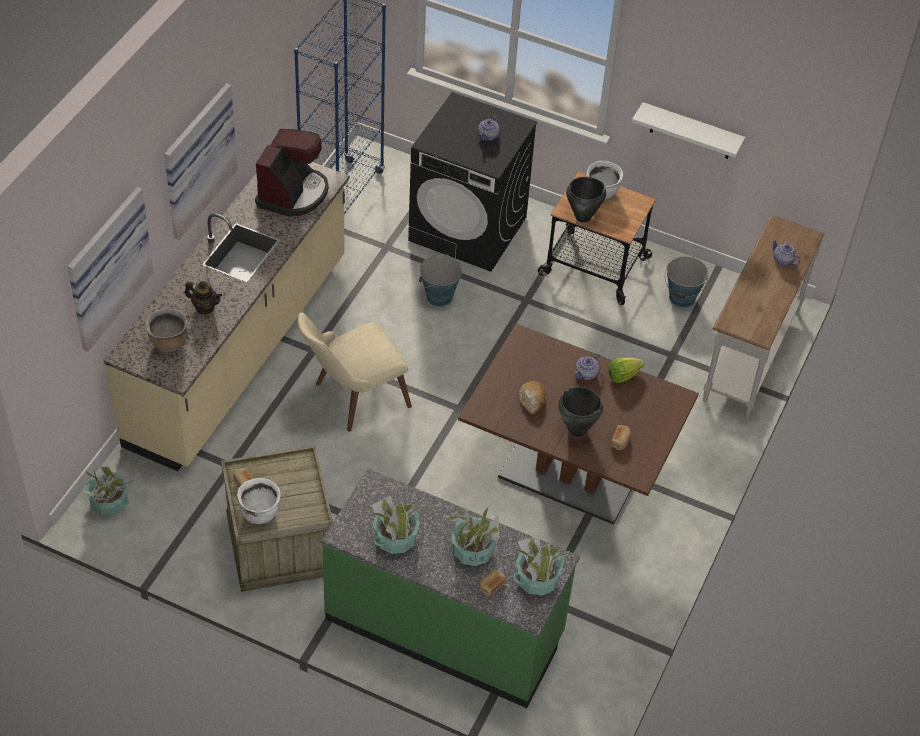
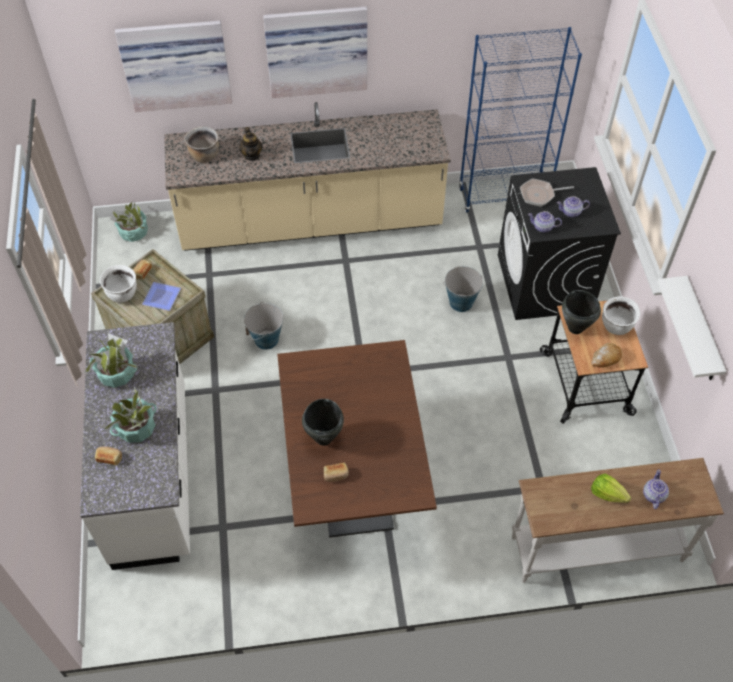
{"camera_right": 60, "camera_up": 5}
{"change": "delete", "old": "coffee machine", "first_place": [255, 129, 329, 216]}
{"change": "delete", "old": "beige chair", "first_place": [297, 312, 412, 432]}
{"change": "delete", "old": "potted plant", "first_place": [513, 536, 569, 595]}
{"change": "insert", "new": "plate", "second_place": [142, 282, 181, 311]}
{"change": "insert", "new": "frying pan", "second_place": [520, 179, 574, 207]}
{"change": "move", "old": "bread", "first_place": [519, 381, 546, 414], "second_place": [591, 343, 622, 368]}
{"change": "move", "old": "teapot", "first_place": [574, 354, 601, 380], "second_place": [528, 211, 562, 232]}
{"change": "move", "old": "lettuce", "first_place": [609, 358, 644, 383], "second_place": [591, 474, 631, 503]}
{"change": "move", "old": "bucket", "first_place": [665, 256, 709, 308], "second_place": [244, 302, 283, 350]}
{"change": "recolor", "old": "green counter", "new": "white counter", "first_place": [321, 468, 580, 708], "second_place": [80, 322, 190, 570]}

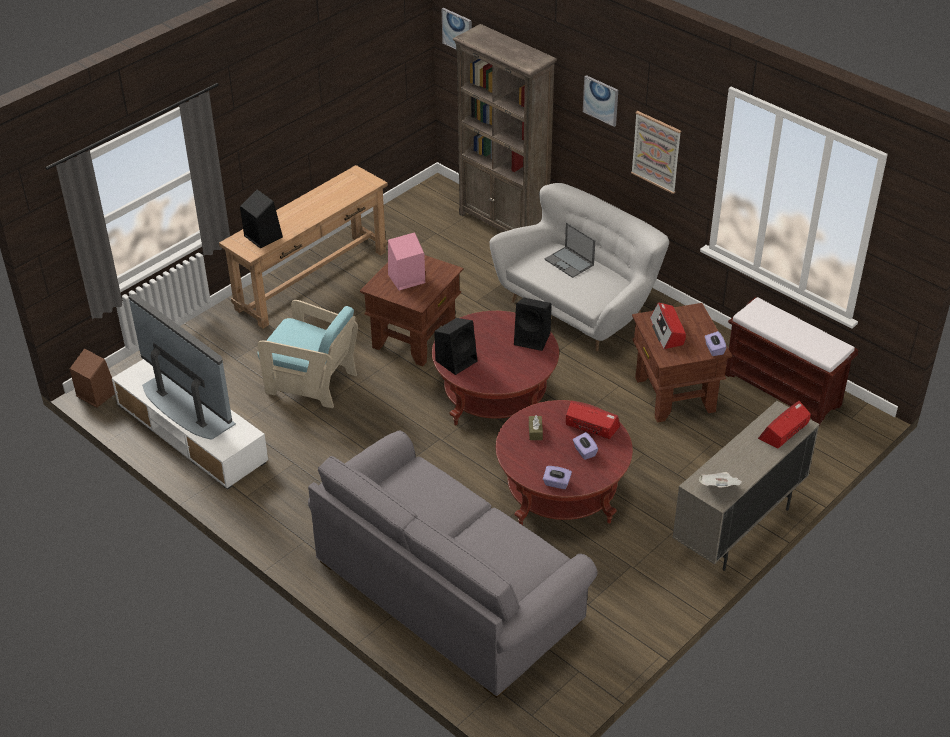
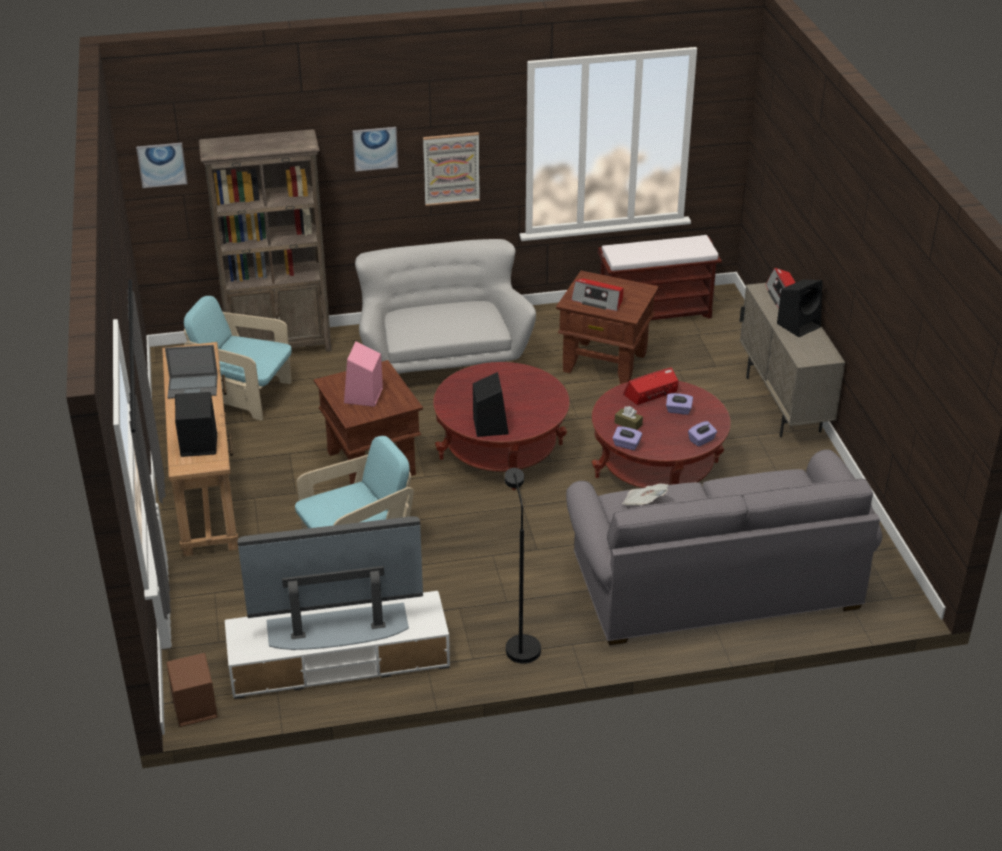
{"camera_right": -55, "camera_up": -5}
{"change": "insert", "new": "turquoise armchair", "second_place": [184, 296, 292, 421]}
{"change": "insert", "new": "black floor lamp", "second_place": [504, 468, 541, 664]}
{"change": "move", "old": "black speaker", "first_place": [514, 298, 552, 351], "second_place": [777, 280, 823, 337]}
{"change": "move", "old": "laptop", "first_place": [544, 223, 595, 278], "second_place": [165, 345, 218, 399]}
{"change": "move", "old": "newspaper", "first_place": [699, 472, 743, 488], "second_place": [622, 484, 669, 505]}
{"change": "move", "old": "purple tissue box", "first_place": [705, 331, 727, 356], "second_place": [613, 426, 642, 450]}

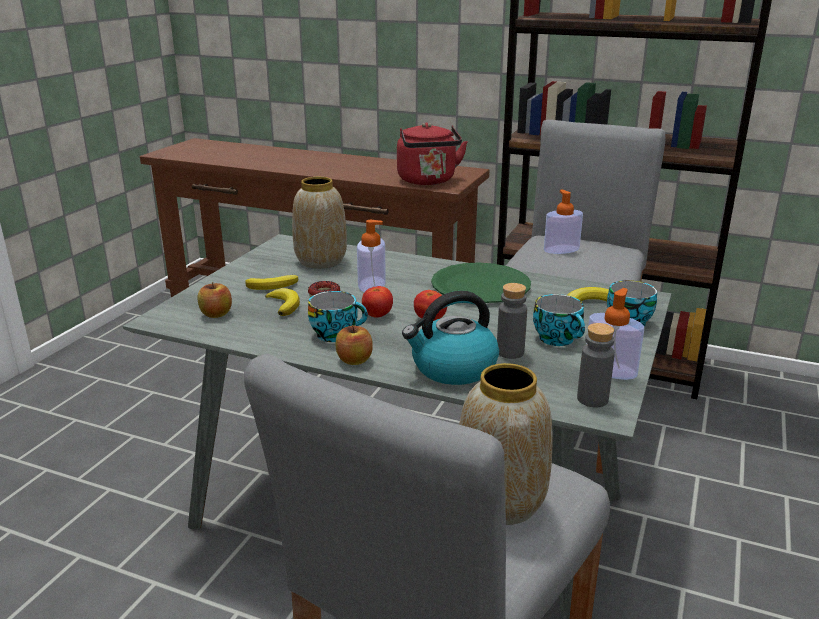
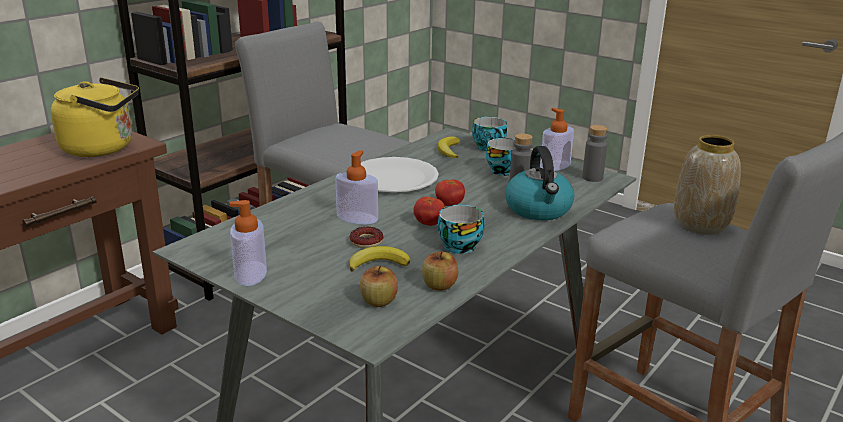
{"camera_right": -75, "camera_up": 0}
{"change": "delete", "old": "banana", "first_place": [245, 275, 299, 290]}
{"change": "delete", "old": "vase", "first_place": [292, 177, 347, 269]}
{"change": "move", "old": "apple", "first_place": [336, 325, 373, 365], "second_place": [422, 252, 458, 291]}
{"change": "move", "old": "soap dispenser", "first_place": [544, 190, 583, 254], "second_place": [229, 200, 267, 286]}
{"change": "recolor", "old": "red kettle", "new": "yellow kettle", "first_place": [397, 122, 468, 185], "second_place": [51, 77, 139, 157]}
{"change": "recolor", "old": "green plate", "new": "white plate", "first_place": [431, 262, 531, 303], "second_place": [361, 157, 439, 192]}

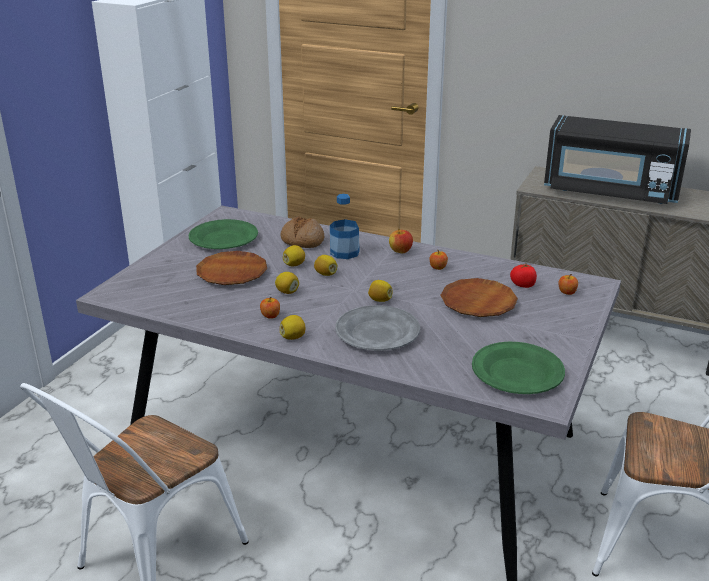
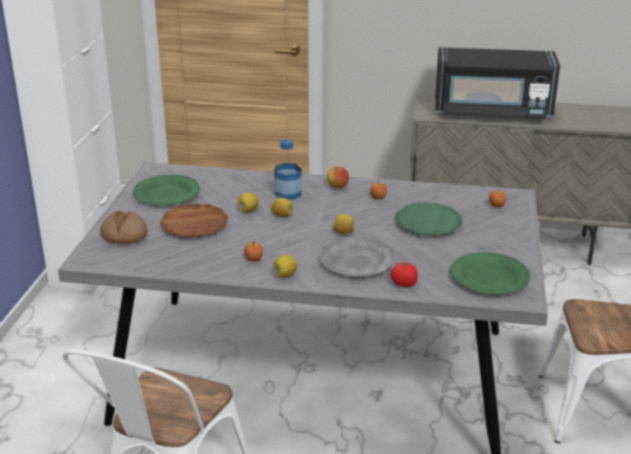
{"camera_right": -15, "camera_up": 0}
{"change": "delete", "old": "lemon", "first_place": [275, 272, 299, 294]}
{"change": "move", "old": "bread", "first_place": [280, 216, 324, 248], "second_place": [100, 211, 148, 244]}
{"change": "move", "old": "tomato", "first_place": [510, 263, 537, 288], "second_place": [390, 262, 418, 287]}
{"change": "recolor", "old": "brown plate", "new": "green plate", "first_place": [440, 278, 518, 317], "second_place": [396, 202, 462, 236]}

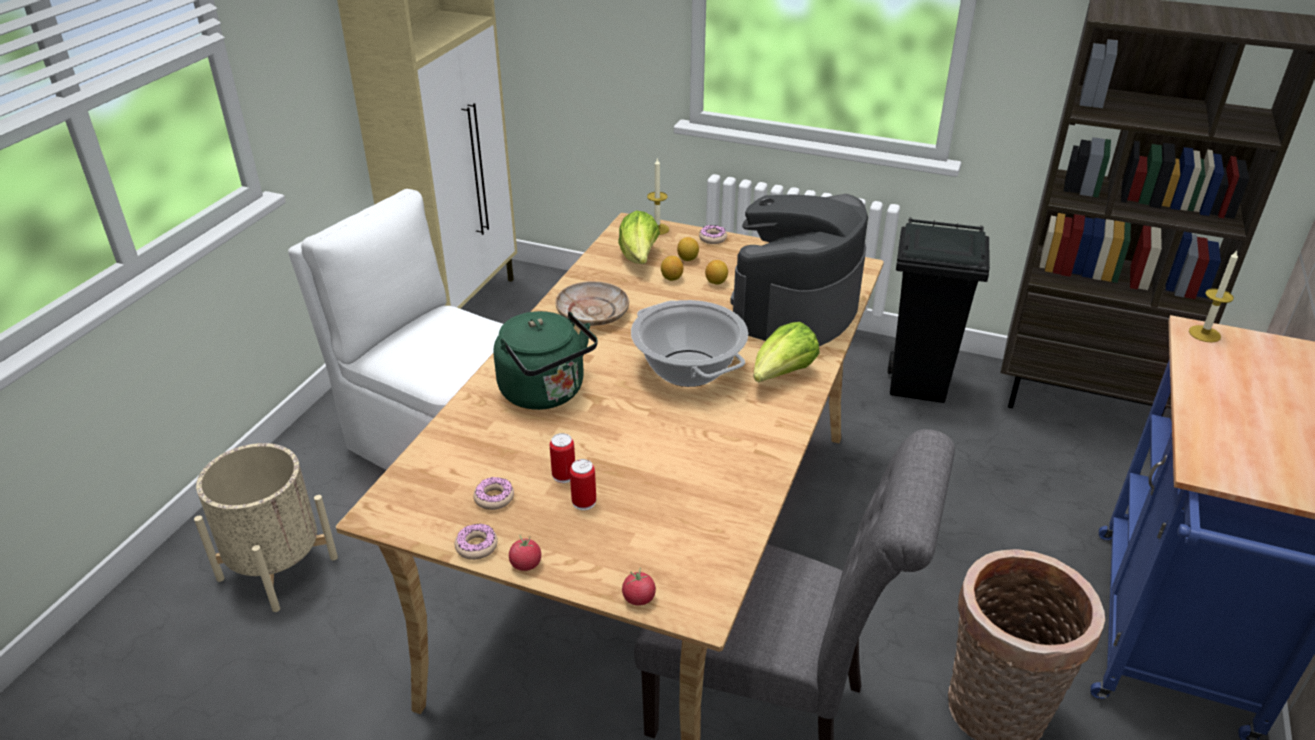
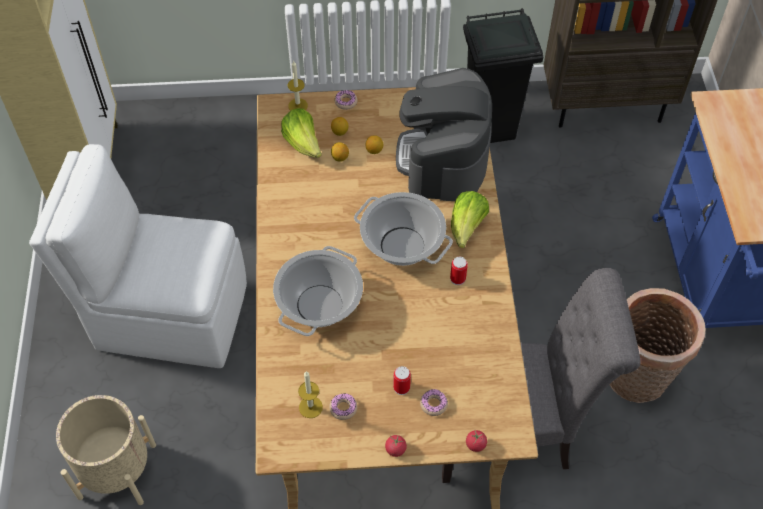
{"camera_right": -25, "camera_up": 20}
{"change": "delete", "old": "beige plate", "first_place": [555, 281, 629, 326]}
{"change": "move", "old": "donut", "first_place": [455, 524, 498, 560], "second_place": [420, 389, 448, 416]}
{"change": "move", "old": "can", "first_place": [550, 433, 575, 483], "second_place": [450, 257, 468, 285]}
{"change": "move", "old": "candle", "first_place": [1189, 251, 1238, 342], "second_place": [298, 371, 323, 418]}
{"change": "replace", "old": "green kettle", "new": "cooking pot", "first_place": [494, 311, 598, 410], "second_place": [273, 246, 363, 336]}

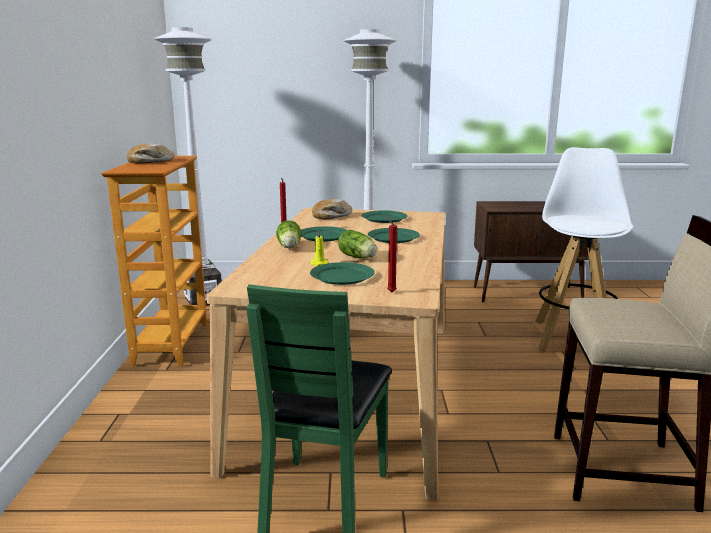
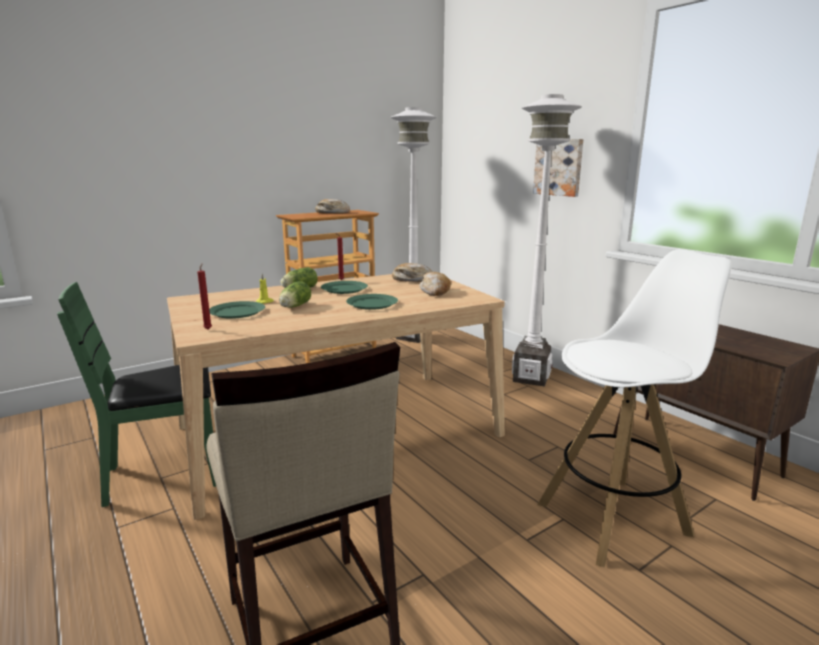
{"camera_right": 55, "camera_up": 0}
{"change": "insert", "new": "picture", "second_place": [533, 139, 583, 197]}
{"change": "replace", "old": "green plate", "new": "bread", "first_place": [361, 210, 408, 223], "second_place": [419, 272, 451, 296]}

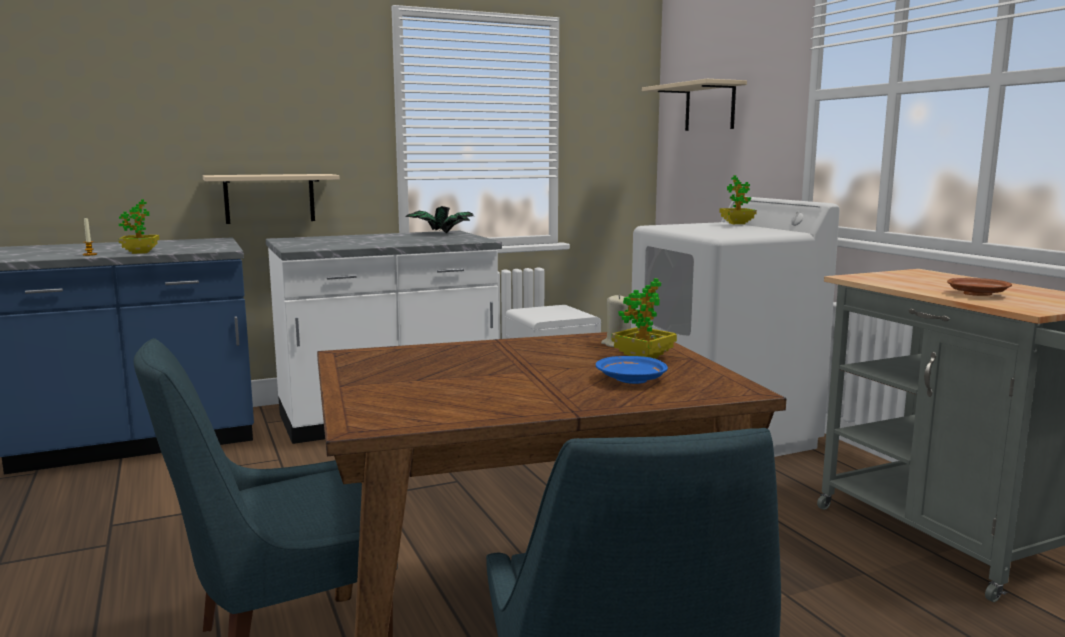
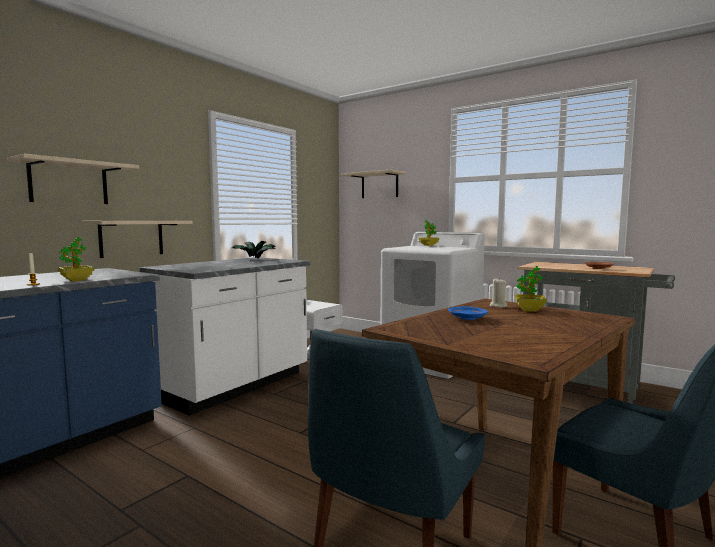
{"camera_right": -30, "camera_up": -5}
{"change": "insert", "new": "beige shelf", "second_place": [7, 154, 139, 204]}
{"change": "move", "old": "blue plate", "first_place": [596, 356, 668, 384], "second_place": [448, 306, 488, 320]}

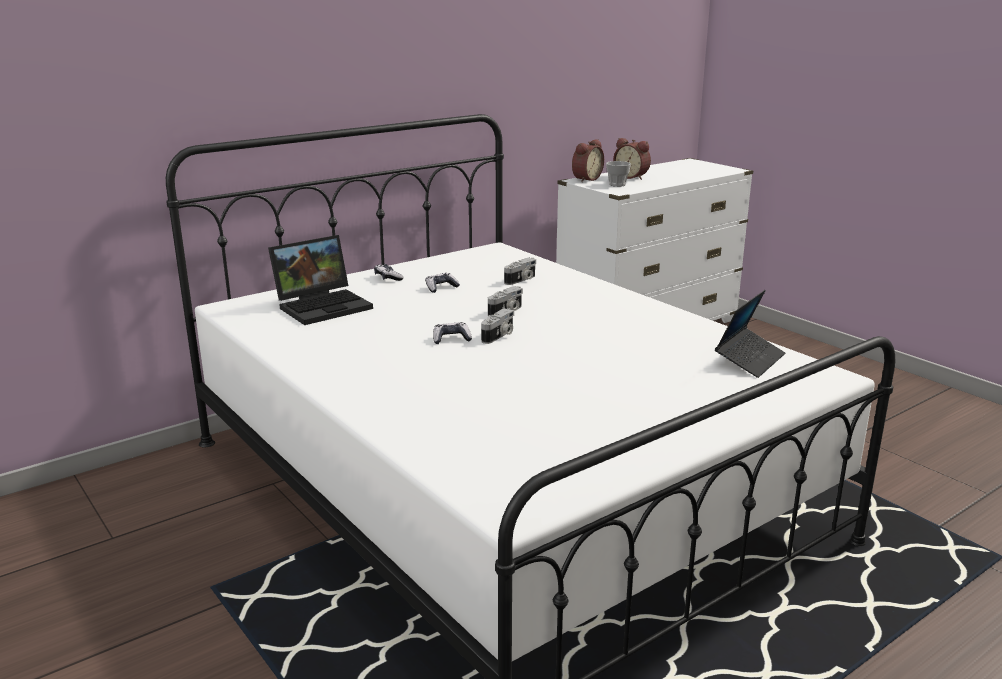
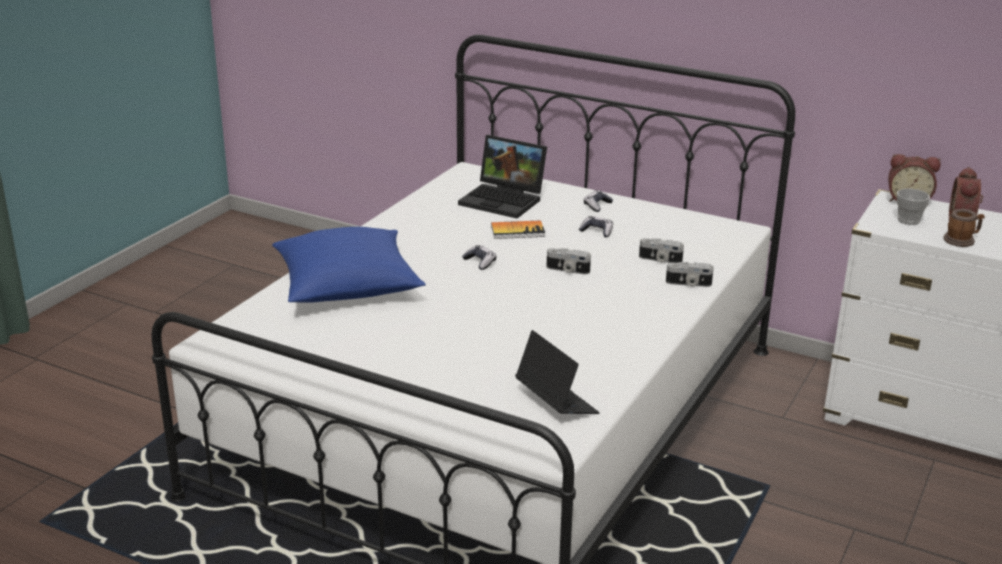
{"camera_right": 65, "camera_up": 5}
{"change": "insert", "new": "blue pillow", "second_place": [272, 227, 426, 303]}
{"change": "insert", "new": "book", "second_place": [491, 220, 545, 239]}
{"change": "insert", "new": "mug", "second_place": [943, 209, 985, 247]}
{"change": "move", "old": "photo camera", "first_place": [481, 308, 514, 344], "second_place": [666, 262, 714, 287]}
{"change": "rotate", "old": "laptop", "first_place": [715, 290, 785, 378], "second_place": [515, 330, 600, 414], "degrees": -135}

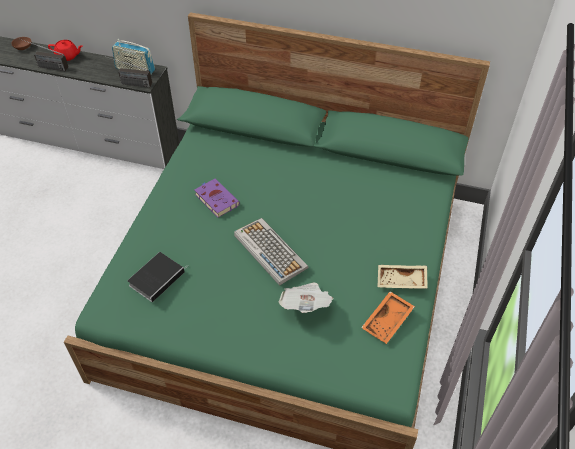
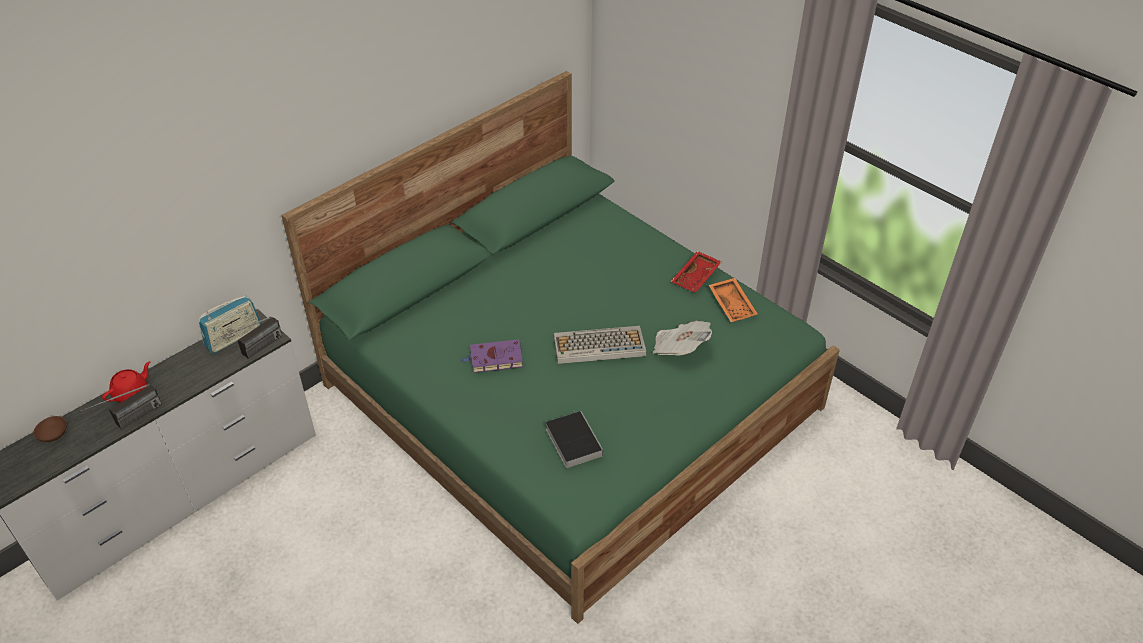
{"camera_right": -60, "camera_up": -5}
{"change": "recolor", "old": "beige tray", "new": "red tray", "first_place": [377, 265, 428, 289], "second_place": [671, 251, 721, 293]}

